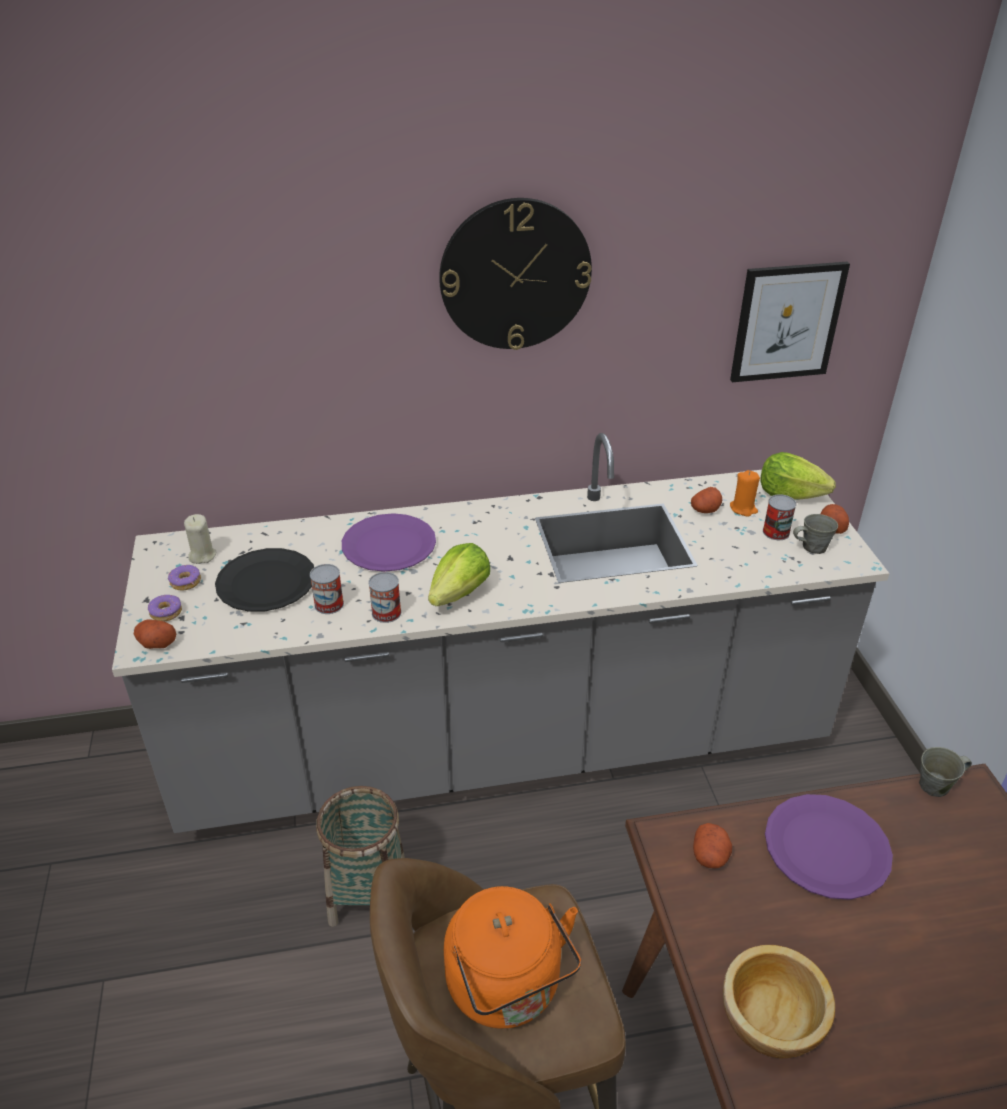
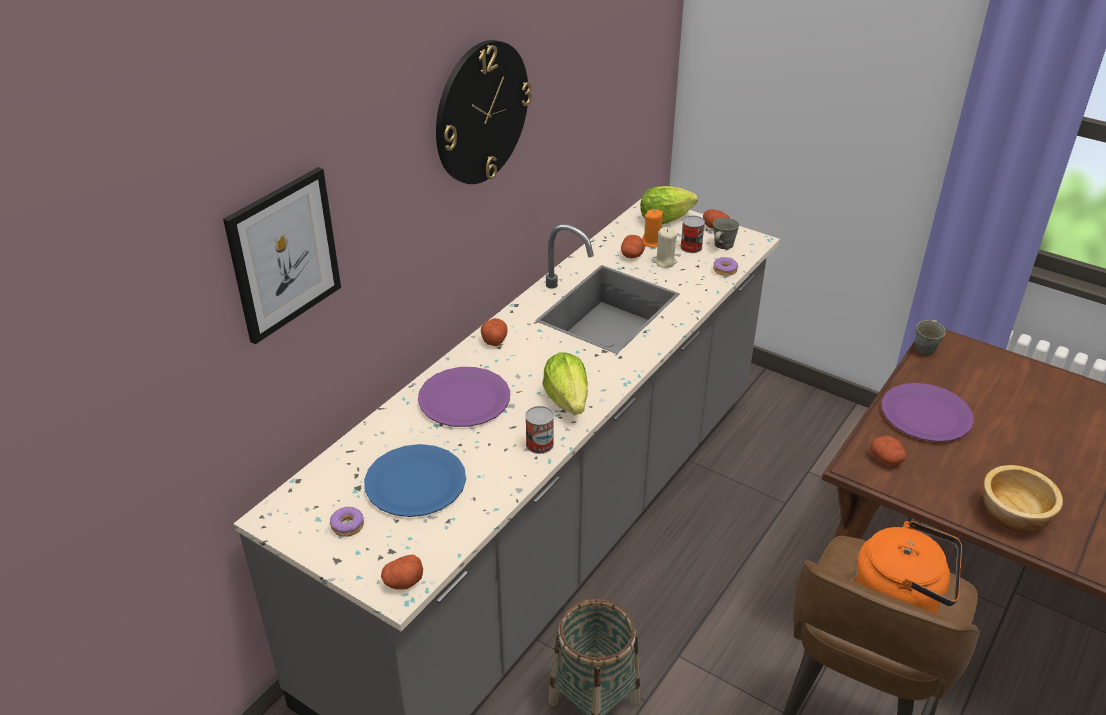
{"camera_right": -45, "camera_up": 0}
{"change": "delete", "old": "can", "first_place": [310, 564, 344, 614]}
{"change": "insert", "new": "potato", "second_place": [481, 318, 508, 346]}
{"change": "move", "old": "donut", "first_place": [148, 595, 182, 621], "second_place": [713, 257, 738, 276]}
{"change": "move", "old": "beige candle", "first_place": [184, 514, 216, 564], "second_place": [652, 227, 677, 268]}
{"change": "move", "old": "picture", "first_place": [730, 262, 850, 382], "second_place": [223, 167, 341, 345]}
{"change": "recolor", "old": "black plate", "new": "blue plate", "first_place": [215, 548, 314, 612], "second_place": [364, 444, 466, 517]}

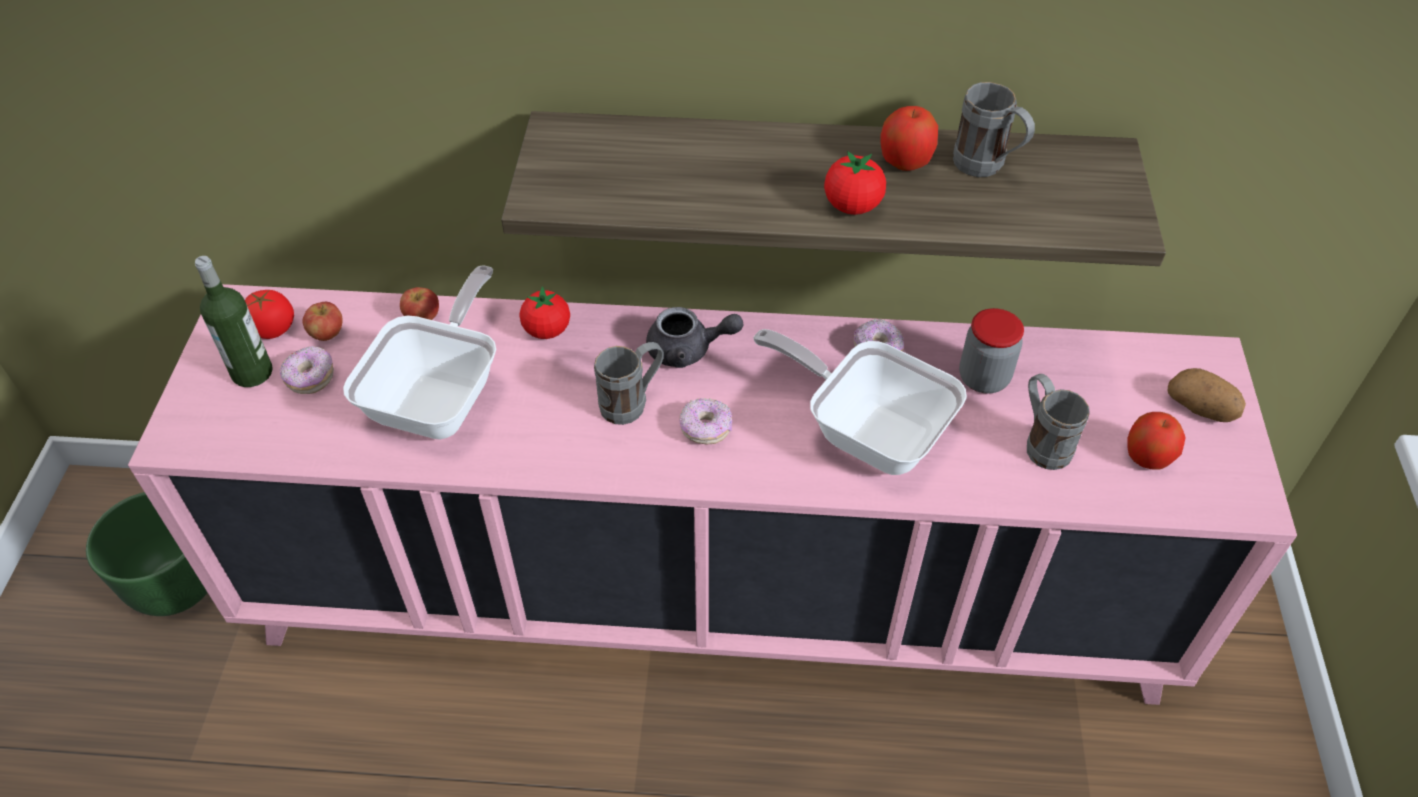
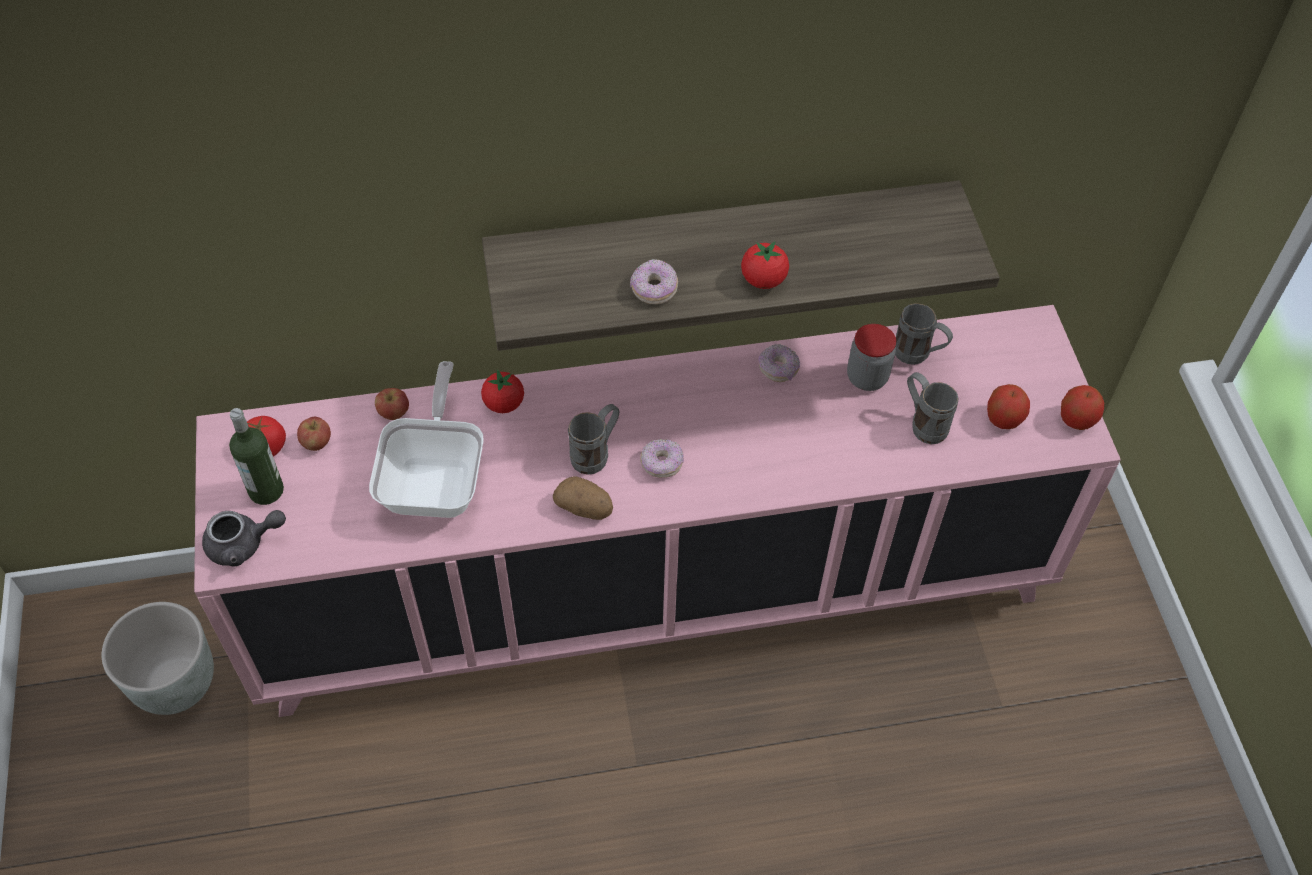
{"camera_right": -15, "camera_up": 5}
{"change": "delete", "old": "frying pan", "first_place": [753, 329, 967, 475]}
{"change": "move", "old": "donut", "first_place": [280, 346, 334, 394], "second_place": [630, 259, 678, 304]}
{"change": "move", "old": "grey teapot", "first_place": [646, 307, 743, 368], "second_place": [202, 510, 286, 567]}
{"change": "move", "old": "apple", "first_place": [880, 106, 938, 171], "second_place": [1061, 385, 1104, 430]}
{"change": "move", "old": "grey mug", "first_place": [953, 82, 1035, 177], "second_place": [895, 303, 953, 365]}
{"change": "move", "old": "potato", "first_place": [1168, 368, 1246, 422], "second_place": [553, 476, 613, 520]}
{"change": "recolor", "old": "green planter", "new": "grey planter", "first_place": [86, 492, 208, 616], "second_place": [102, 602, 214, 715]}

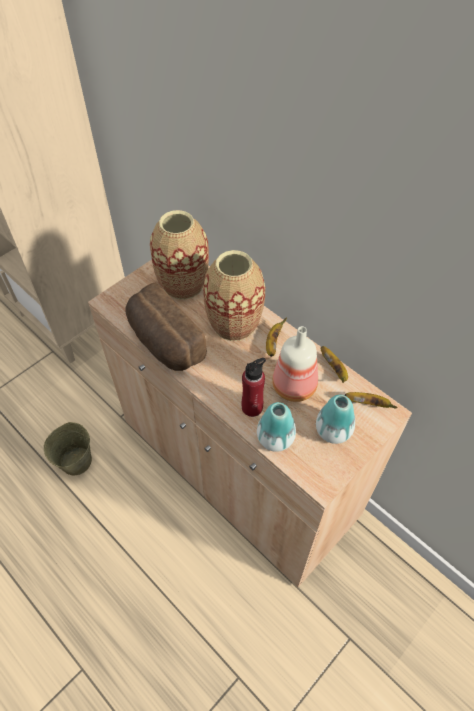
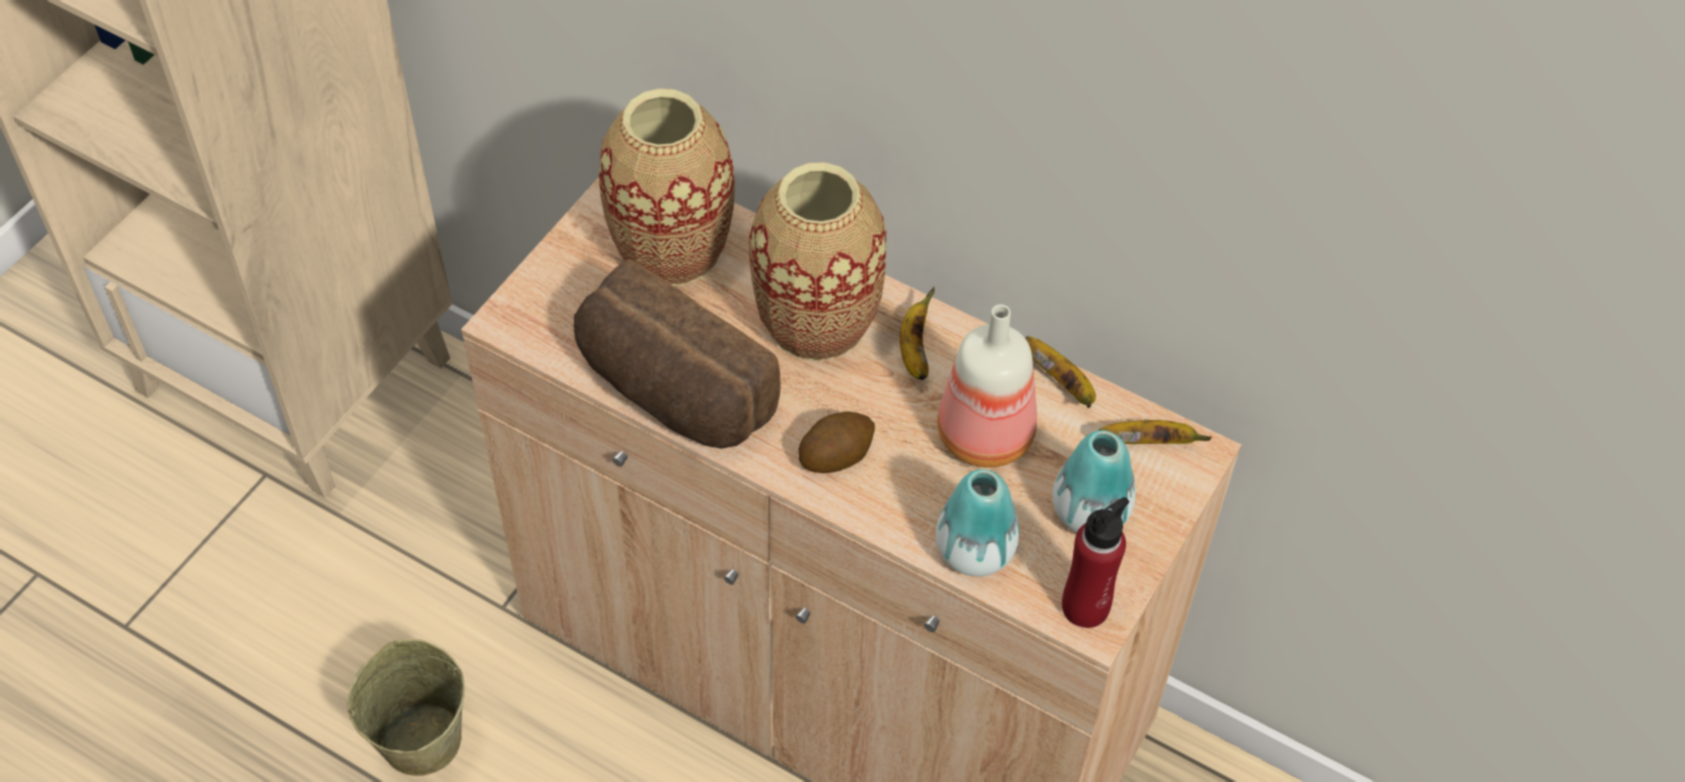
{"camera_right": -15, "camera_up": 0}
{"change": "insert", "new": "potato", "second_place": [798, 411, 875, 473]}
{"change": "move", "old": "red bottle", "first_place": [241, 358, 266, 417], "second_place": [1062, 497, 1129, 628]}

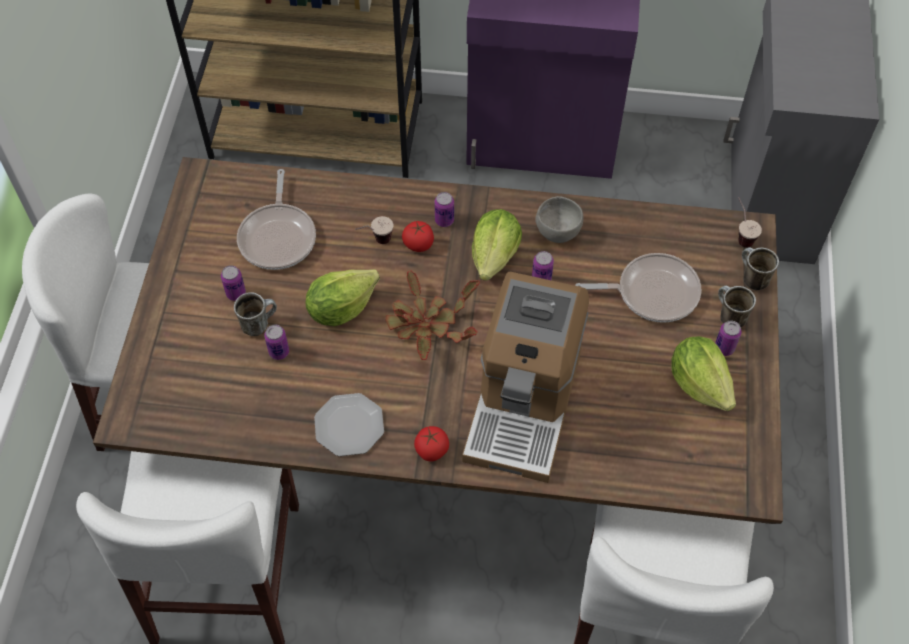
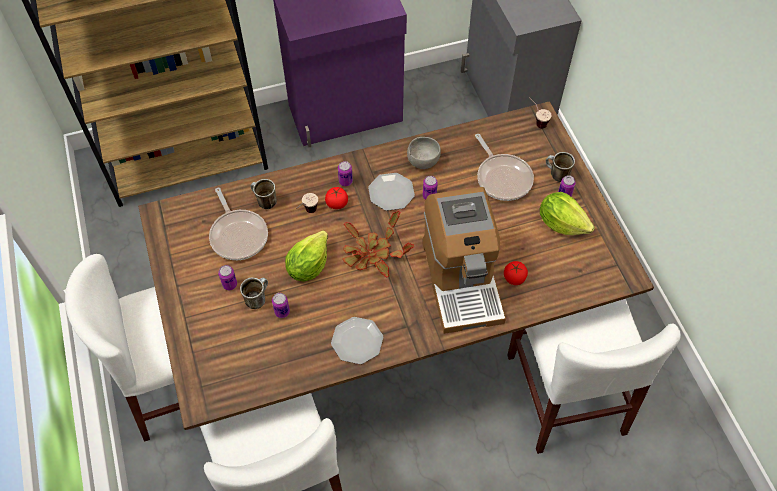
{"camera_right": -25, "camera_up": 0}
{"change": "move", "old": "tomato", "first_place": [414, 426, 449, 461], "second_place": [504, 261, 528, 285]}
{"change": "move", "old": "mug", "first_place": [742, 247, 779, 290], "second_place": [250, 179, 277, 209]}
{"change": "replace", "old": "lettuce", "new": "plate", "first_place": [472, 209, 522, 281], "second_place": [368, 173, 415, 211]}
{"change": "rotate", "old": "frying pan", "first_place": [575, 253, 701, 323], "second_place": [475, 134, 534, 201], "degrees": 90}

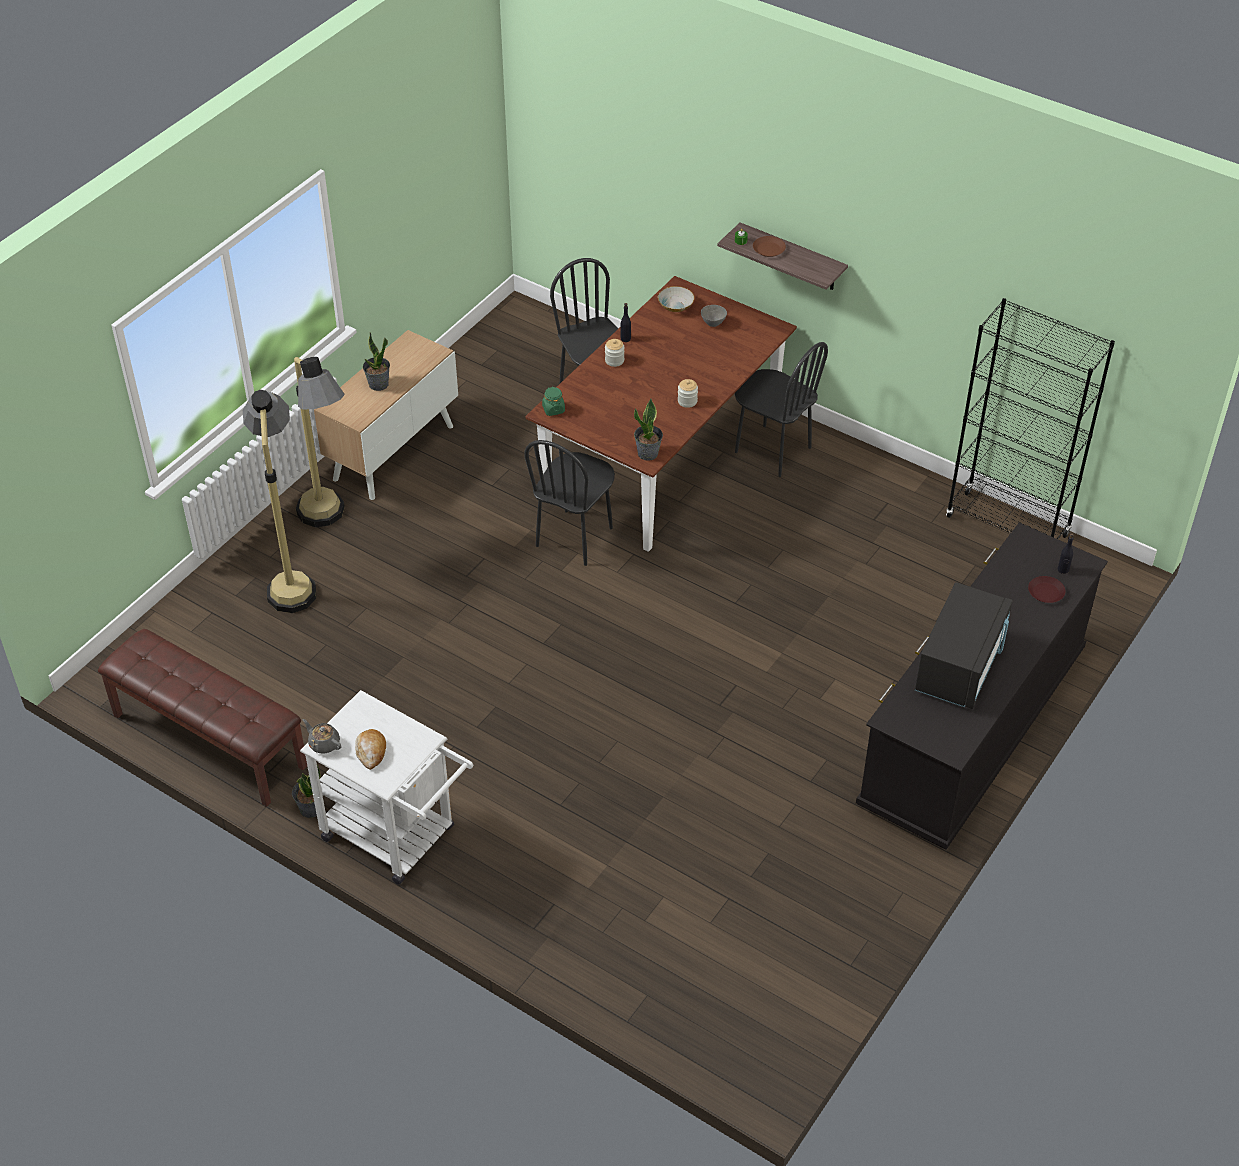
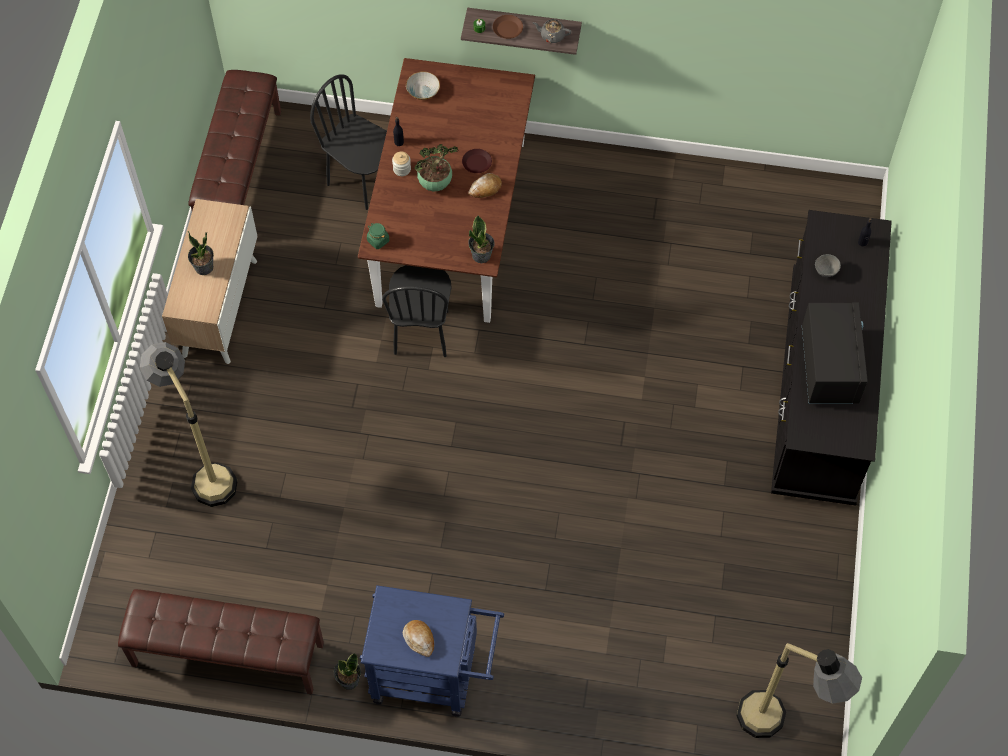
{"camera_right": -25, "camera_up": 15}
{"change": "delete", "old": "black chair", "first_place": [734, 342, 828, 477]}
{"change": "delete", "old": "black bookcase", "first_place": [946, 298, 1115, 539]}
{"change": "insert", "new": "brown bench", "second_place": [188, 70, 281, 211]}
{"change": "insert", "new": "potted plant", "second_place": [414, 144, 459, 191]}
{"change": "move", "old": "floor lamp", "first_place": [294, 357, 345, 527], "second_place": [736, 643, 862, 738]}
{"change": "move", "old": "grey teapot", "first_place": [302, 719, 342, 754], "second_place": [533, 19, 572, 43]}
{"change": "move", "old": "grey bowl", "first_place": [701, 305, 727, 327], "second_place": [815, 254, 841, 277]}
{"change": "move", "old": "brown plate", "first_place": [1028, 576, 1065, 603], "second_place": [462, 149, 492, 173]}
{"change": "replace", "old": "jar", "new": "bread", "first_place": [678, 379, 698, 408], "second_place": [468, 173, 502, 198]}
{"change": "recolor", "old": "white cart", "new": "blue cart", "first_place": [300, 690, 473, 884], "second_place": [360, 585, 504, 717]}

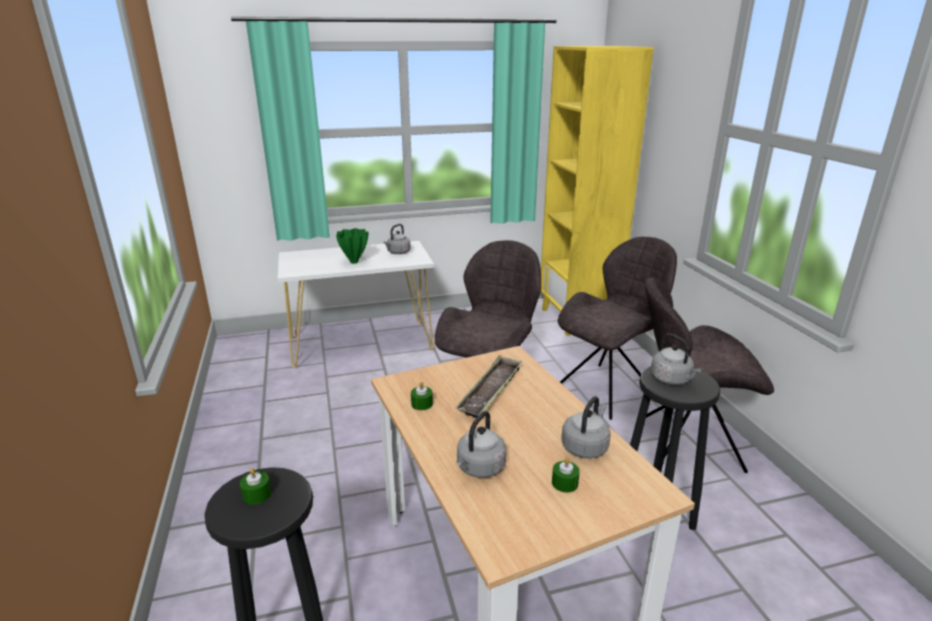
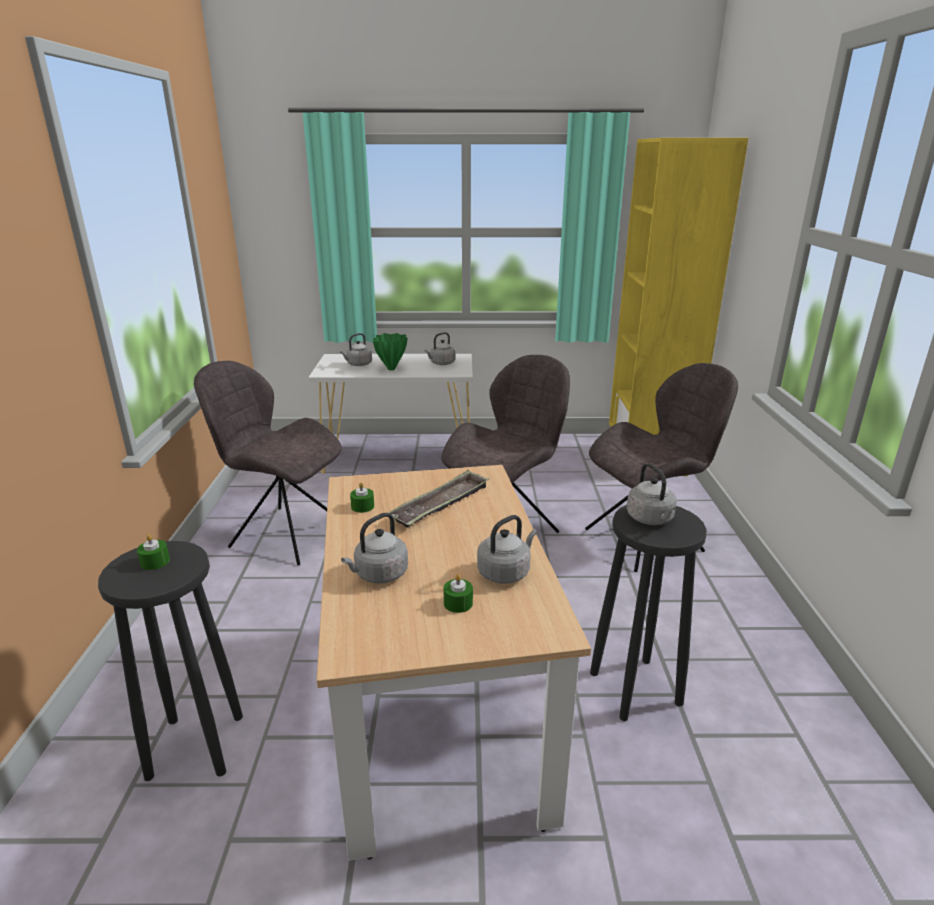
{"camera_right": 15, "camera_up": 0}
{"change": "insert", "new": "grey kettle", "second_place": [340, 333, 372, 366]}
{"change": "move", "old": "grey chair", "first_place": [645, 277, 774, 473], "second_place": [194, 361, 342, 565]}

